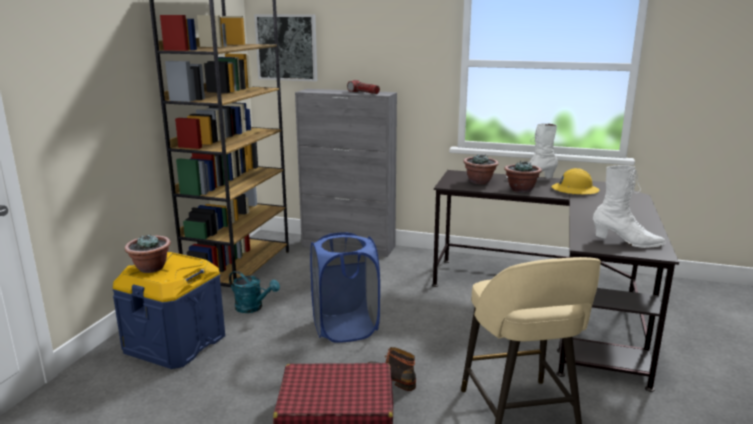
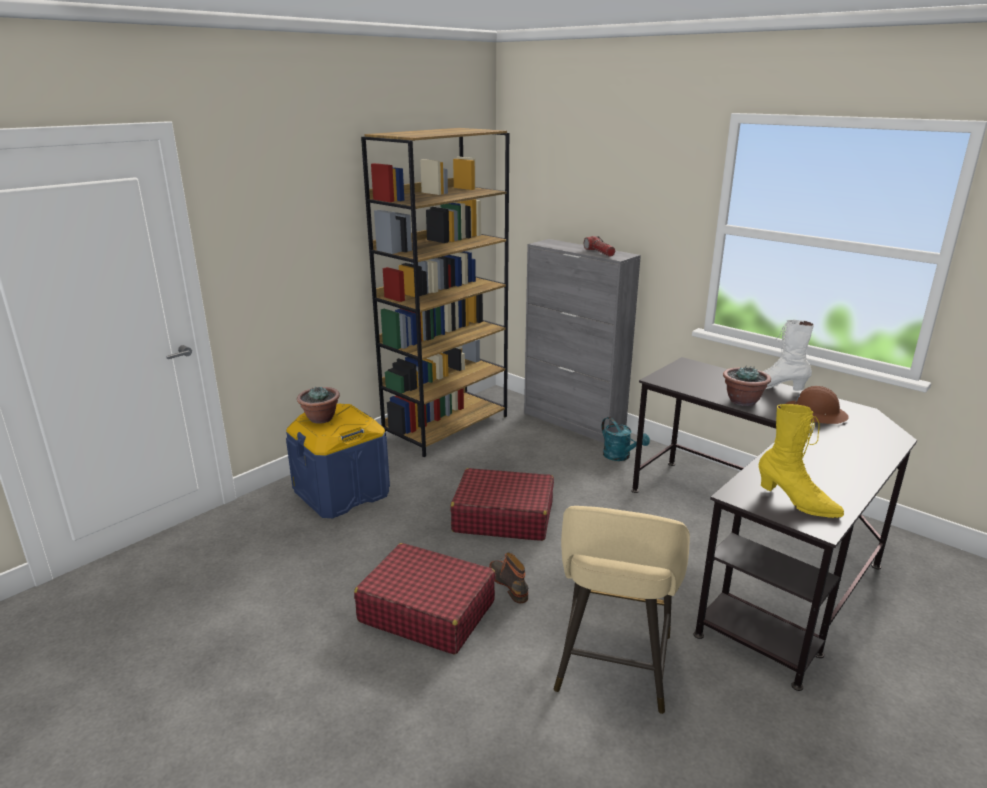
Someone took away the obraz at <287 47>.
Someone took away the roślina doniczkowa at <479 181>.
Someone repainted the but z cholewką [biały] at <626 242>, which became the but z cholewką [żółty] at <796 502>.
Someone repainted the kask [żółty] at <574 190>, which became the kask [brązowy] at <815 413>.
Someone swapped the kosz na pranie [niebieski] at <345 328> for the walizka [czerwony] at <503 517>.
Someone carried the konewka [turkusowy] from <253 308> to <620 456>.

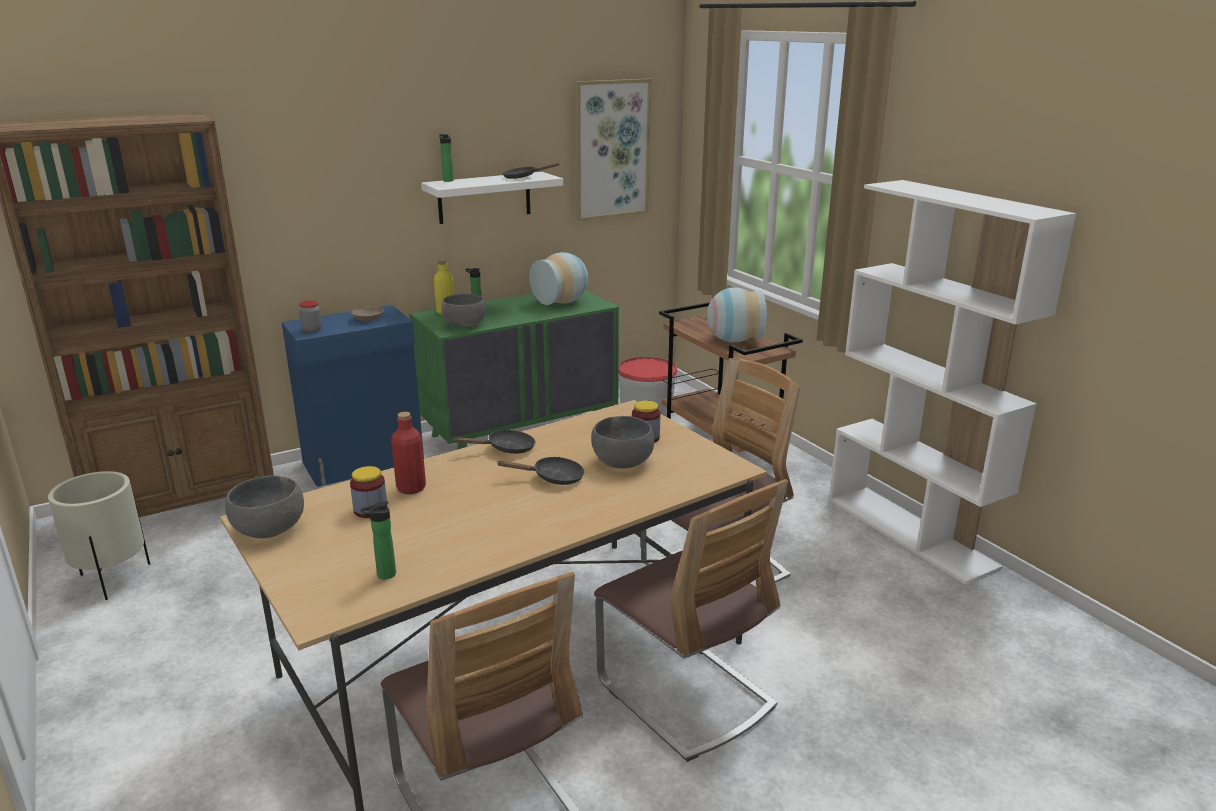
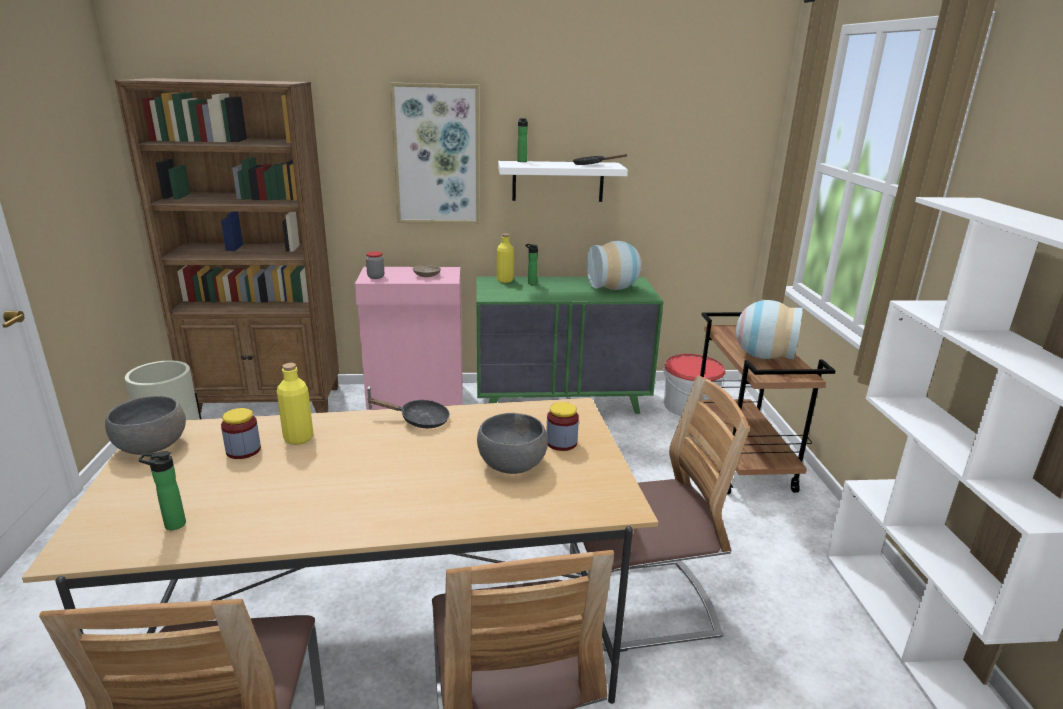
Someone carried the obraz from <611 150> to <437 155>.
Someone took away the miska [szary] at <464 325>.
Someone repainted the szafka [niebieski] at <365 462>, which became the szafka [różowy] at <416 398>.
Someone repainted the butelka [czerwony] at <411 488>, which became the butelka [żółty] at <298 438>.
Someone took away the patelnia [czarny] at <553 478>.

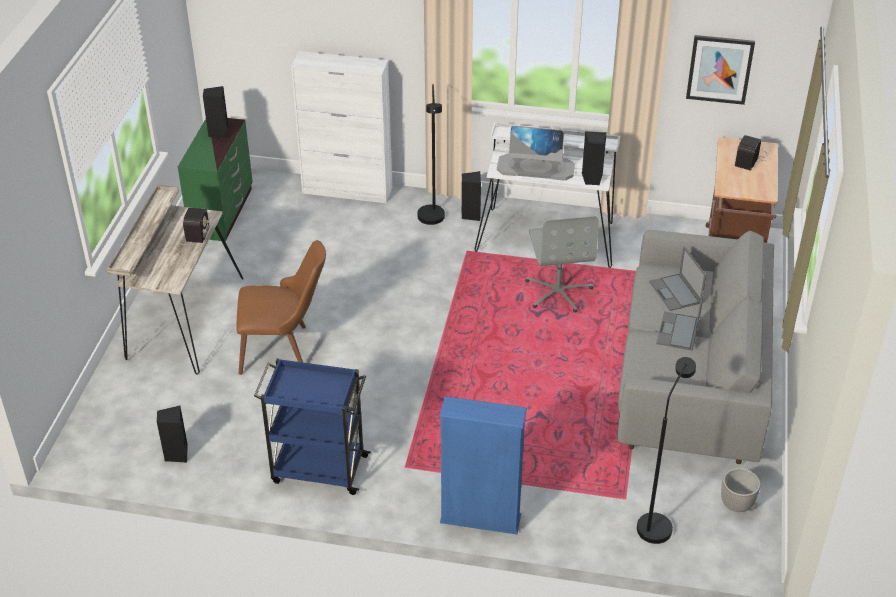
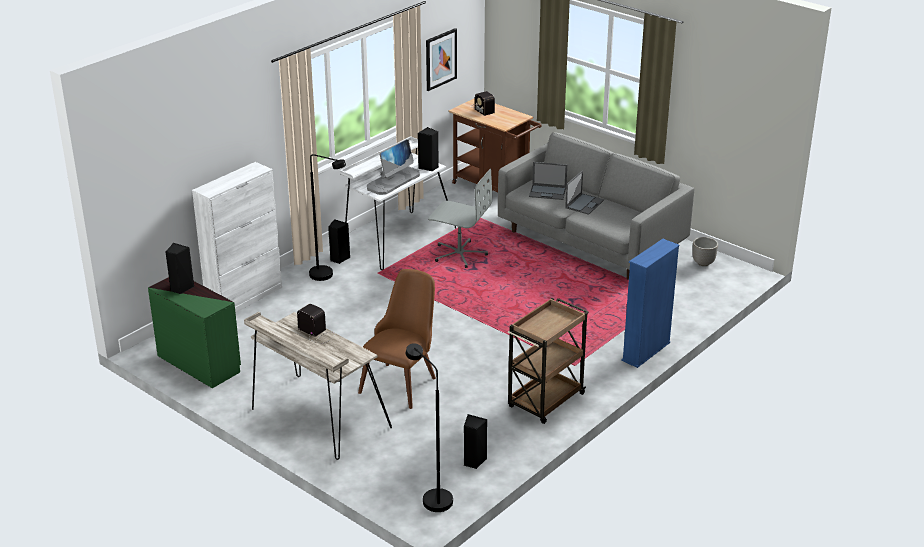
Someone rotated the laptop at <678 332> by 105 degrees counterclockwise.
Someone carried the lampa stojąca [czarny] from <656 522> to <432 497>.
Someone repainted the wózek [niebieski] at <318 469>, which became the wózek [brązowy] at <545 401>.

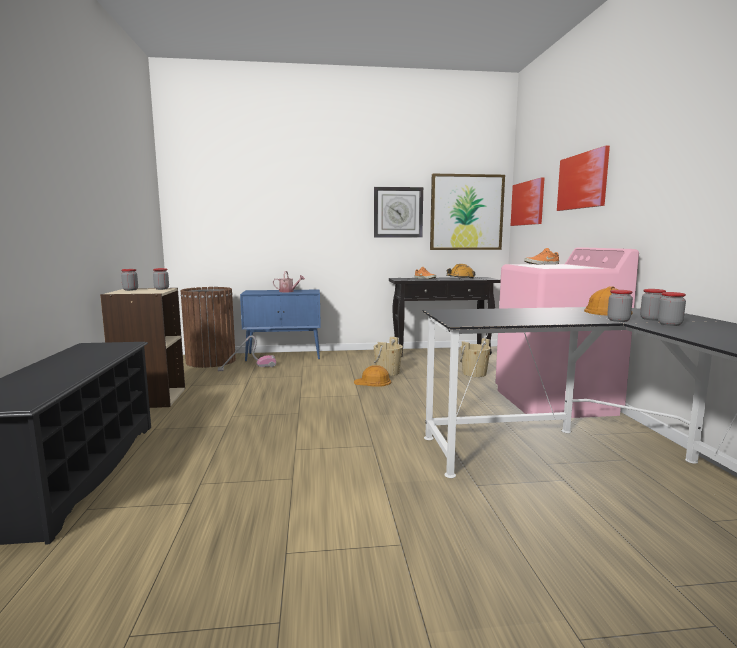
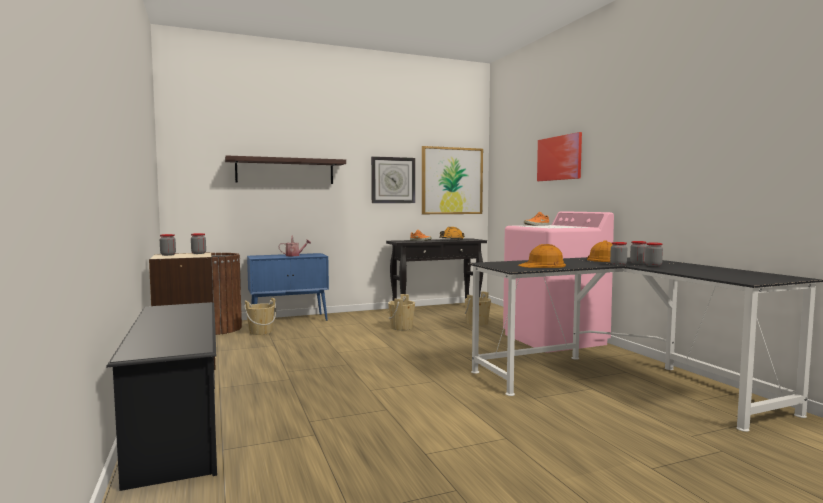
Someone took away the obraz at <527 203>.
Someone swapped the odkurzacz at <247 367> for the wiadro [beżowy] at <261 332>.
Someone carried the kask [pomarańczowy] from <373 382> to <542 265>.
Someone put up the półka at <285 171>.

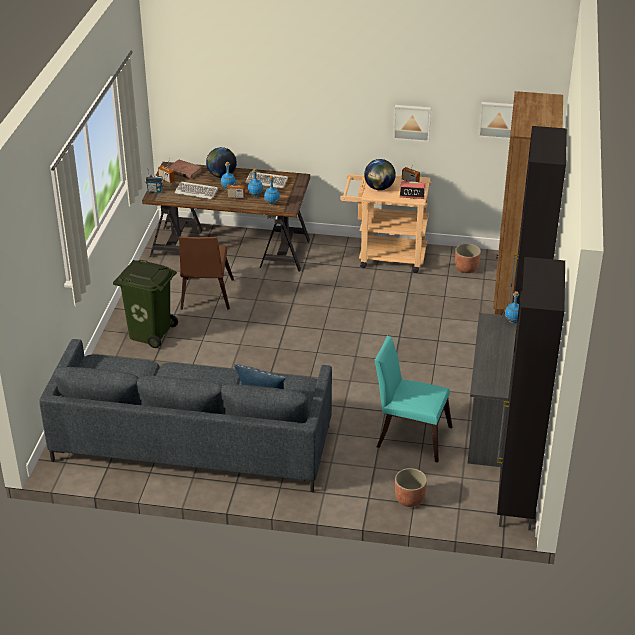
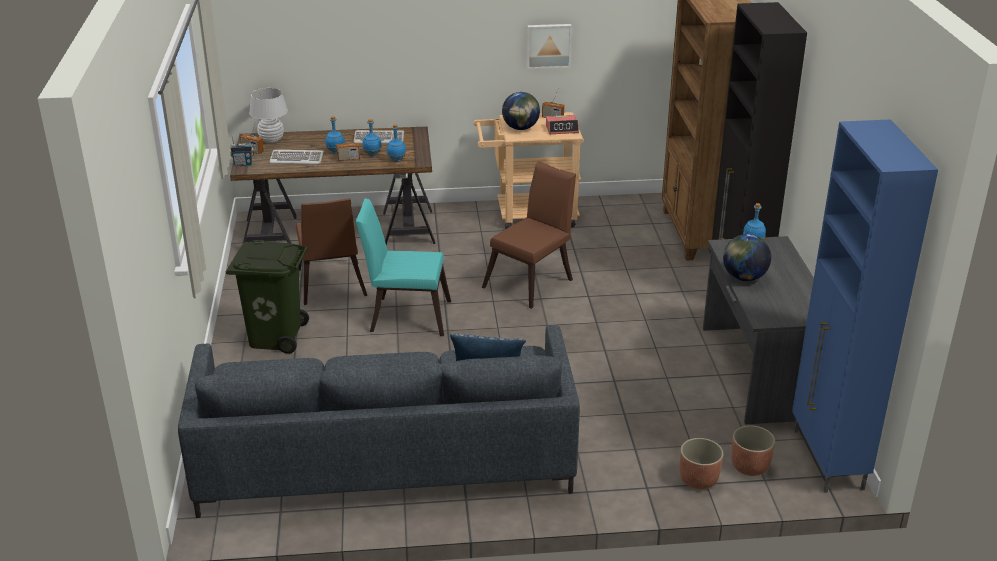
Someone took away the obraz at <498 119>.
Someone carried the globus from <221 175> to <744 277>.
Someone swapped the książka [brązowy] at <184 171> for the lampa stołowa [biały] at <271 140>.
Someone carried the donica from <466 268> to <749 466>.
Someone repainted the szafka [czarny] at <515 502>, which became the szafka [niebieski] at <827 460>.
Someone carried the krzesło [turkusowy] from <409 435> to <405 315>.
Someone put down the krzesło [brązowy] at <532 281>.

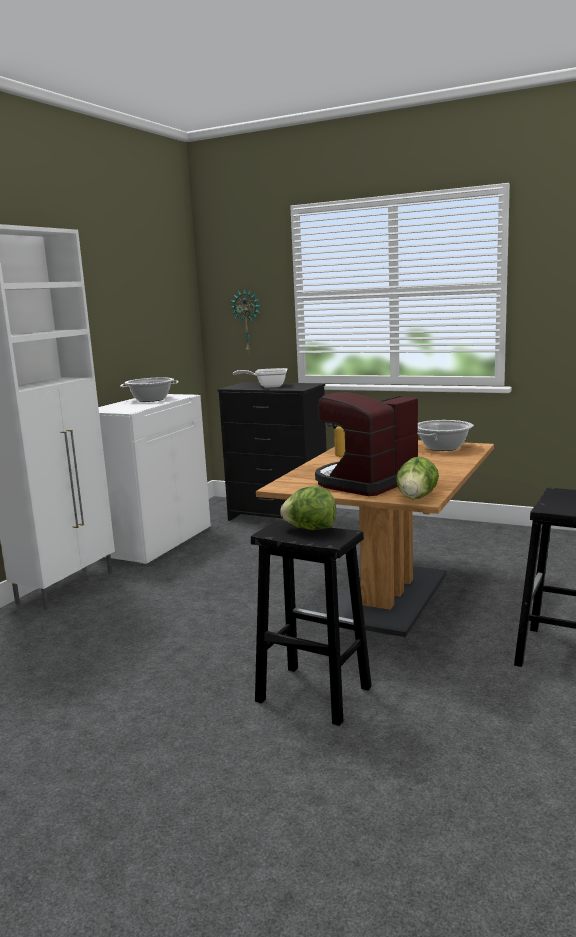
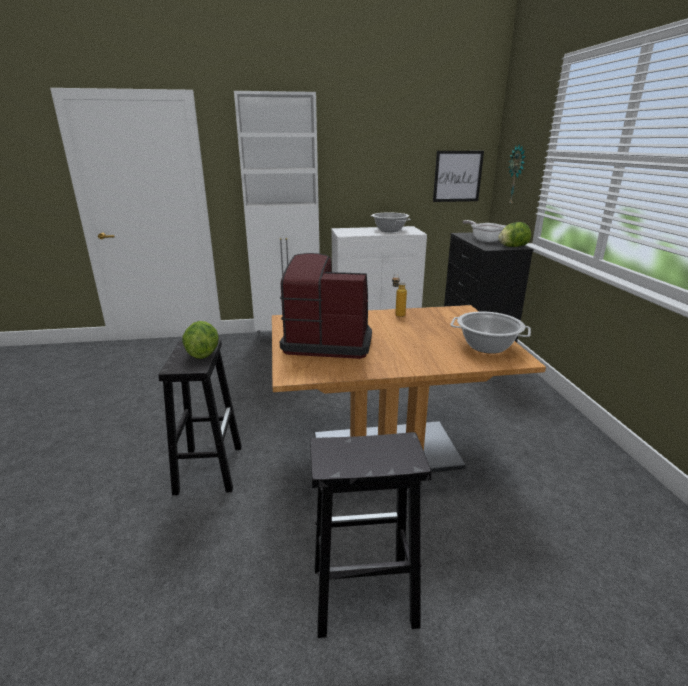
Someone carried the sałata from <417 498> to <512 247>.
Someone put up the obraz at <457 176>.

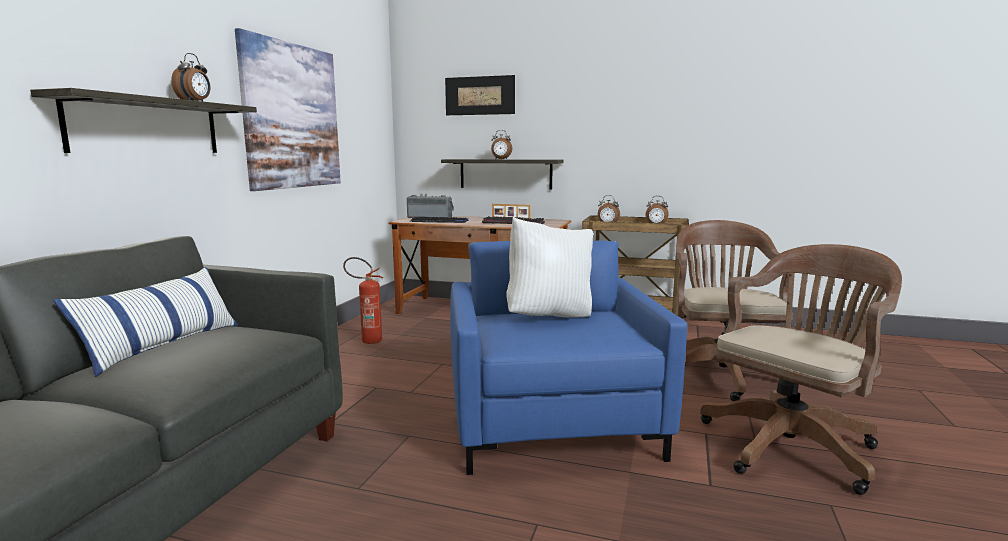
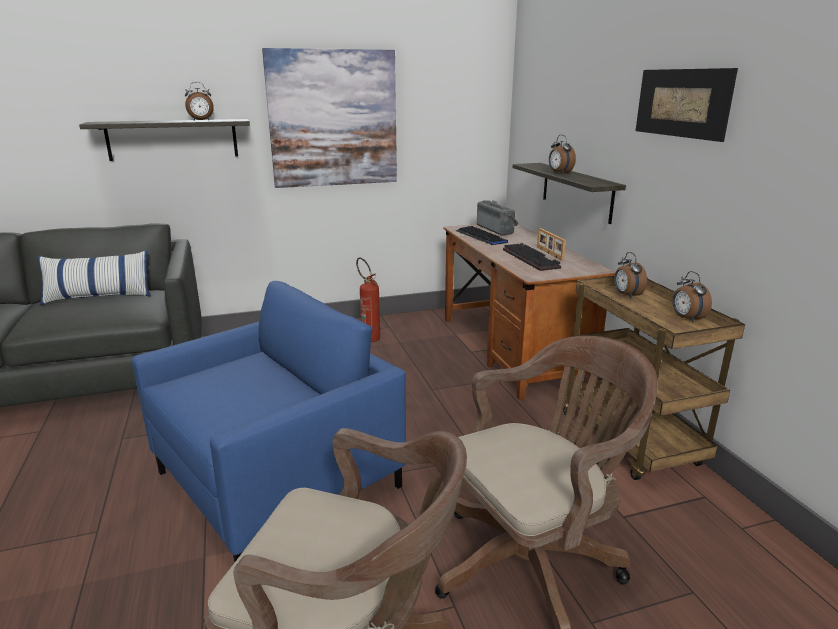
Someone carried the obraz from <480 95> to <682 103>.
Someone took away the poduszka [biały] at <550 316>.

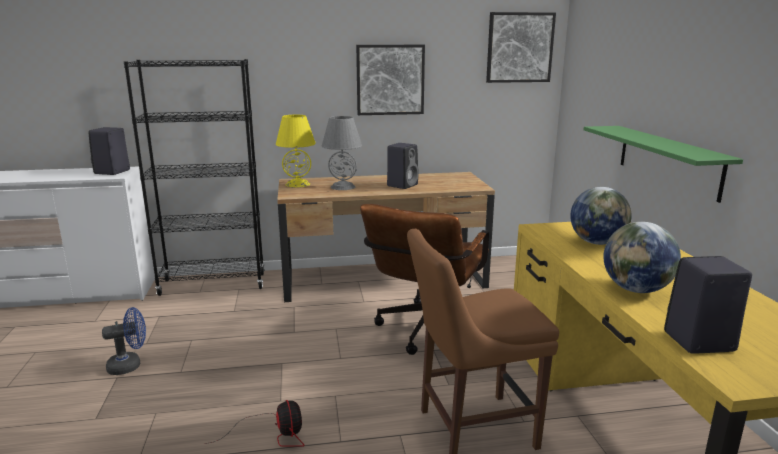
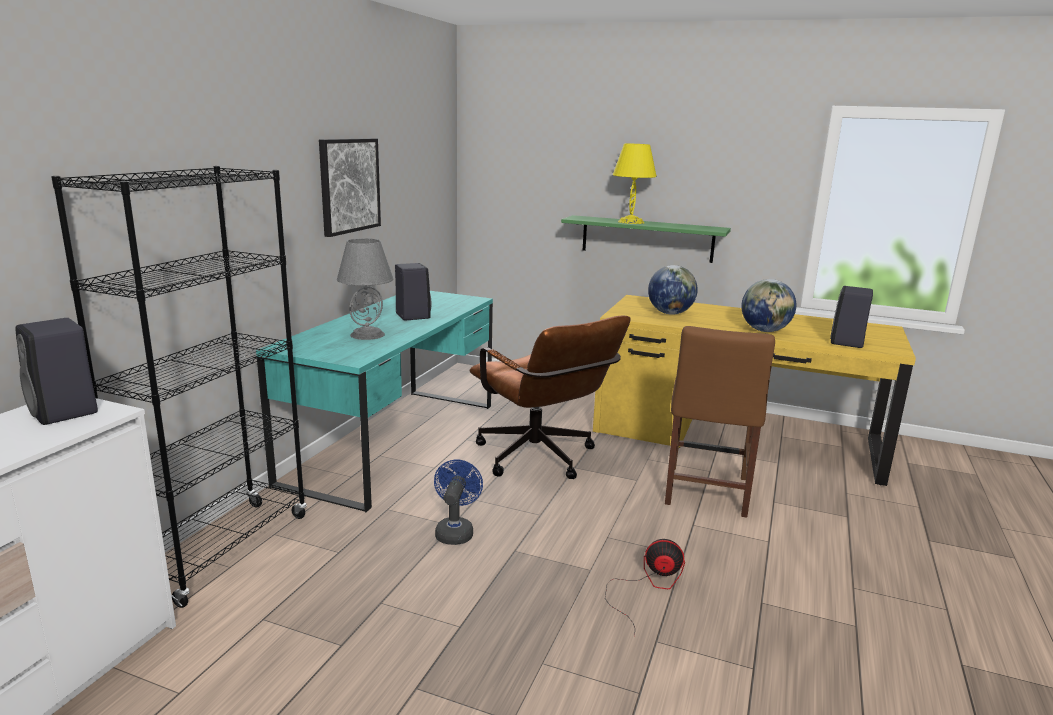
Someone took away the obraz at <519 47>.
Someone carried the lampa stołowa [żółty] from <298 184> to <630 222>.
Someone repainted the biurko [brązowy] at <383 278>, which became the biurko [turkusowy] at <395 441>.
Someone carried the wentylator [niebieski] from <130 365> to <455 531>.

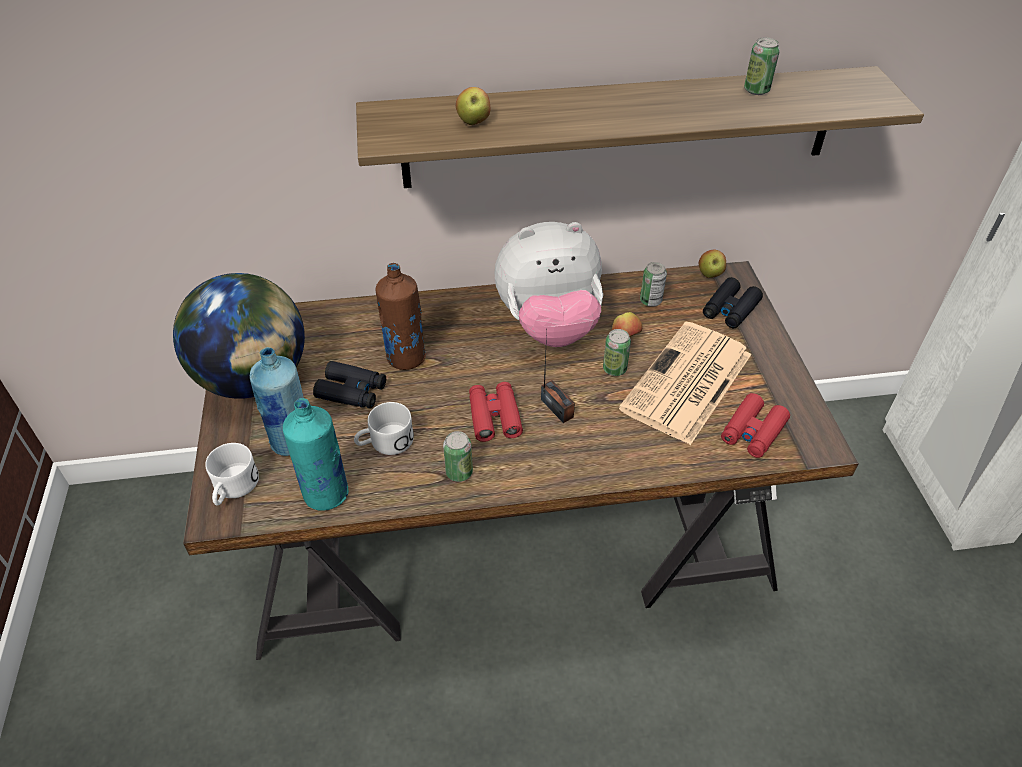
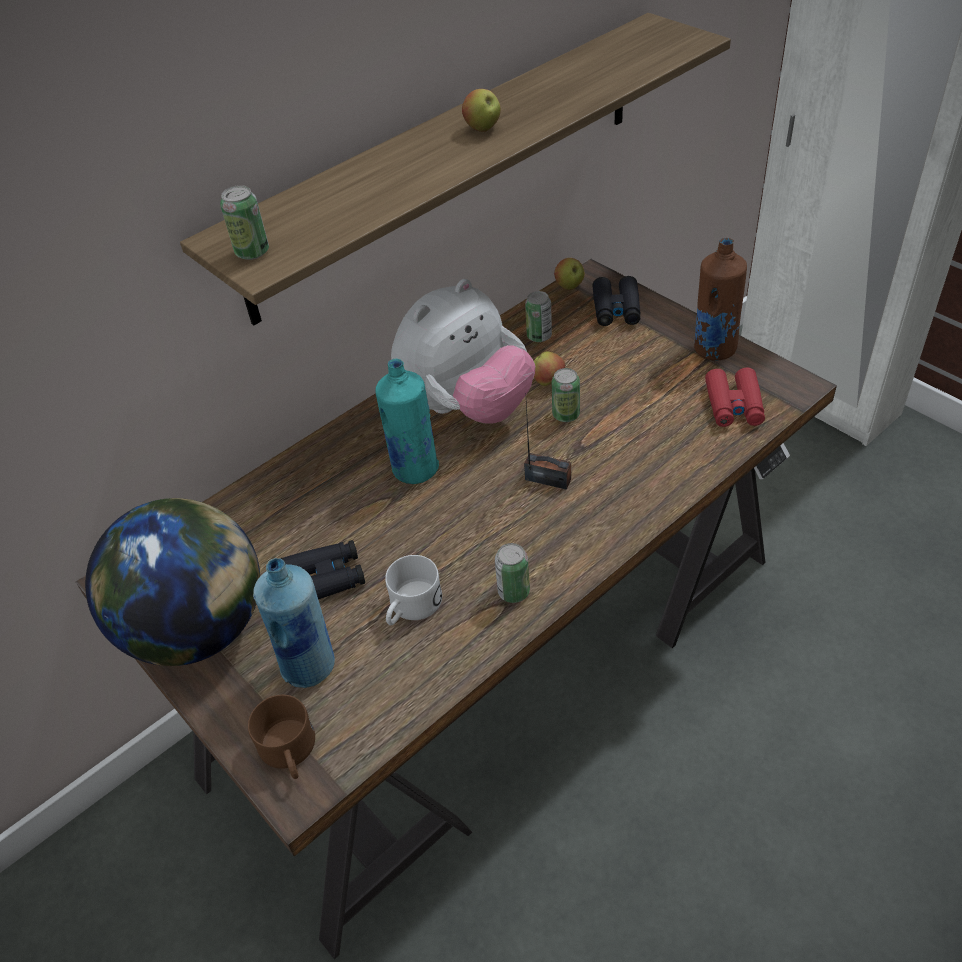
Someone carried the puszka from <756 90> to <252 252>.
Someone carried the jabłko from <473 122> to <483 128>.
Someone carried the butelka [brązowy] from <405 358> to <714 349>.
Someone took away the gazeta at <687 383>.
Someone took away the lornetka [czerwony] at <494 416>.
Someone carried the butelka [turkusowy] from <326 493> to <415 469>.
Someone repainted the kubek [biały] at <233 489>, which became the kubek [brązowy] at <290 753>.

